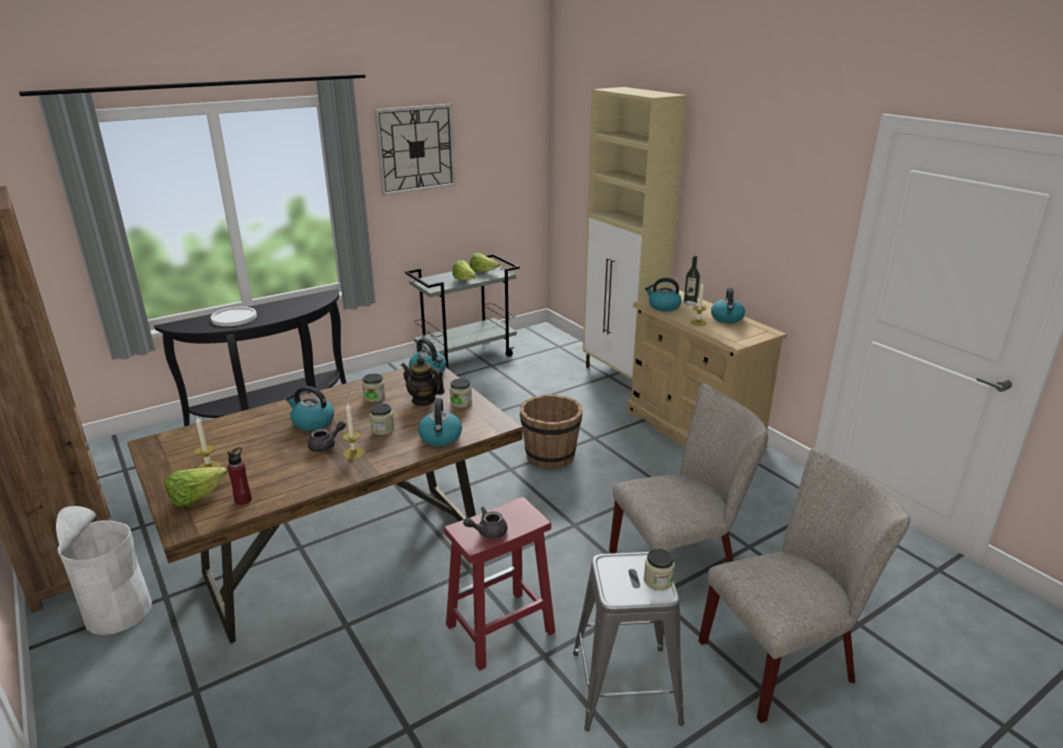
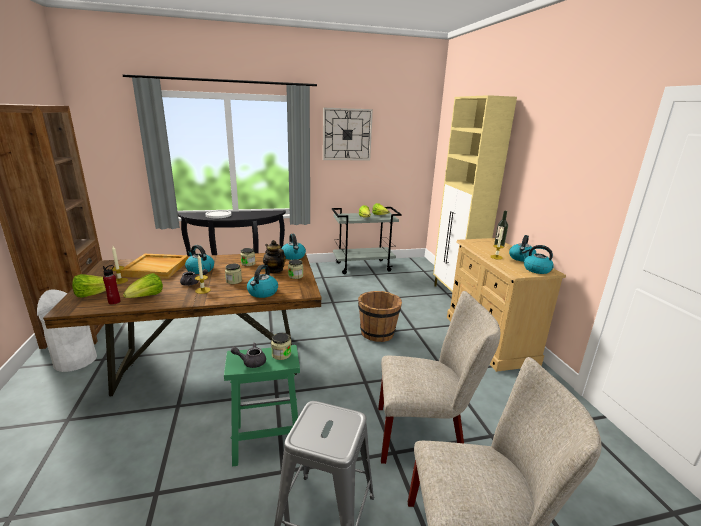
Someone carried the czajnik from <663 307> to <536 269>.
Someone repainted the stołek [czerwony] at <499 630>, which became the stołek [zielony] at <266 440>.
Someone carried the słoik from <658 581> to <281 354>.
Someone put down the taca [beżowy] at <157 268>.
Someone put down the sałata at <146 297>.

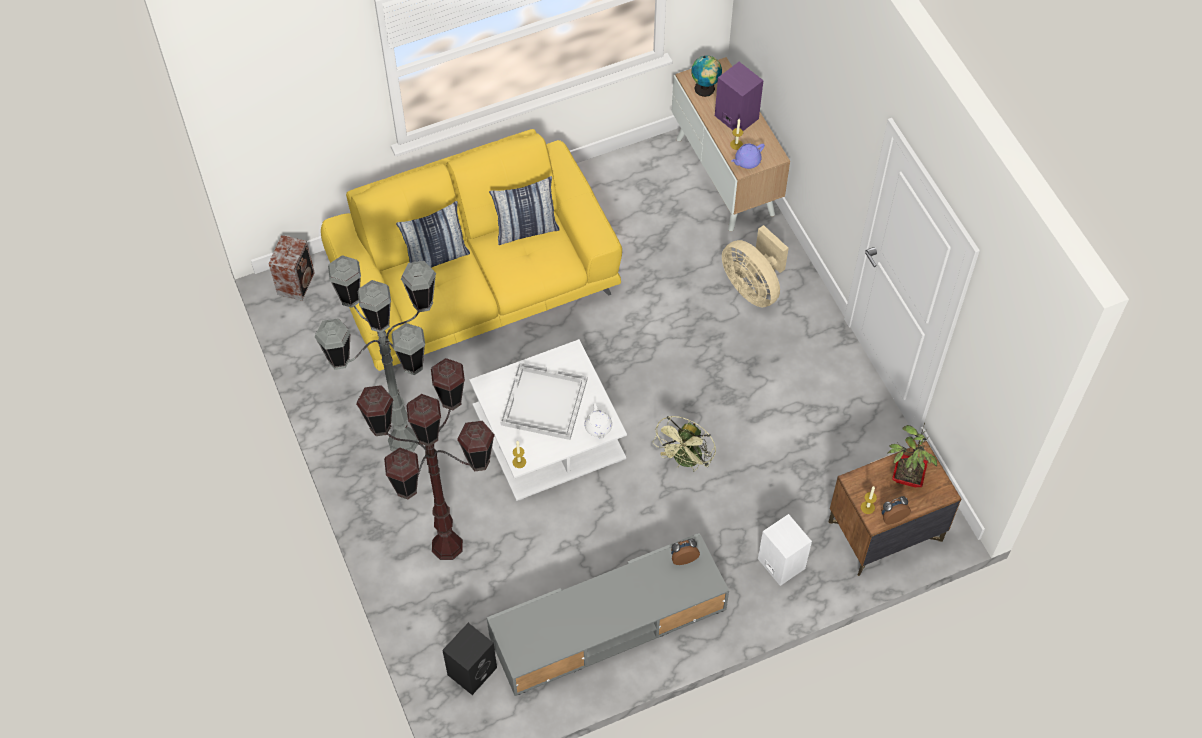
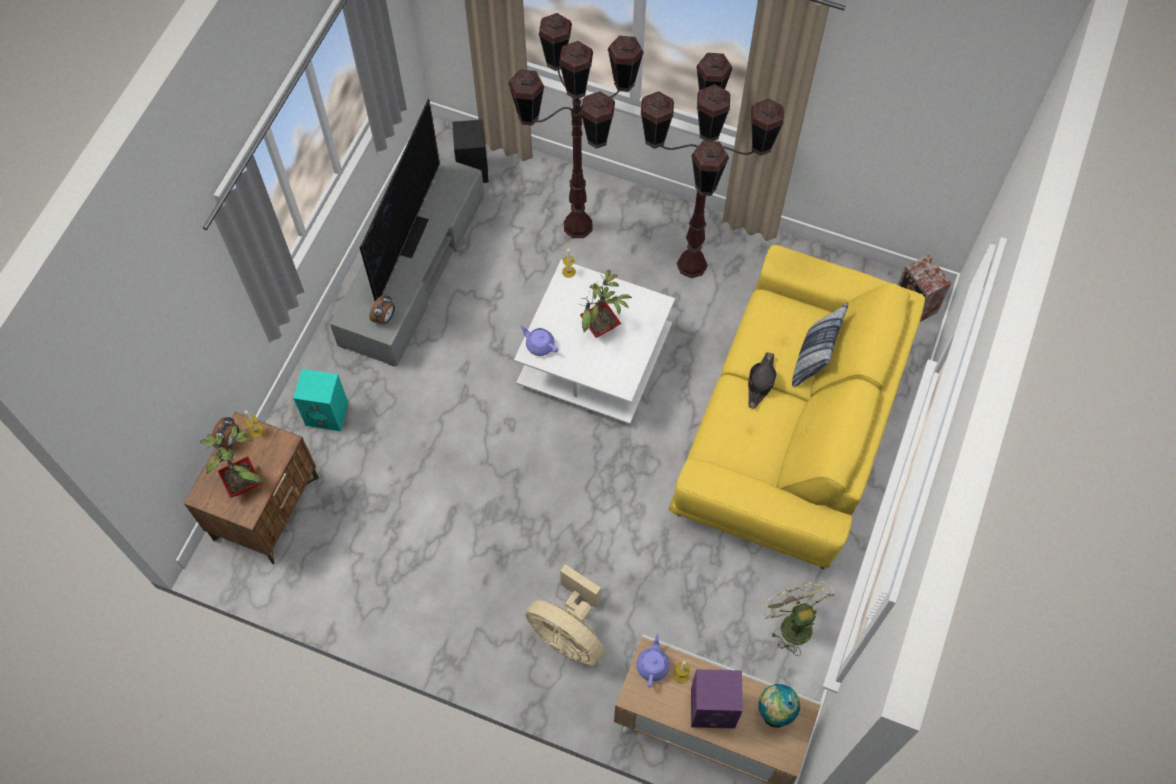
Someone took away the poduszka at <526 230>.
Someone rotated the wentylator [beżowy] at <753 287> by 150 degrees counterclockwise.
Someone repainted the lampa stojąca [szary] at <402 441>, which became the lampa stojąca [brązowy] at <692 264>.
Someone swapped the taca [biały] at <543 402> for the roślina doniczkowa at <601 328>.
Someone repainted the imbryk [biały] at <598 428>, which became the imbryk [fioletowy] at <539 345>.
Someone carried the wentylator [zielony] from <686 461> to <792 622>.
Someone repainted the głośnik [biały] at <780 563>, which became the głośnik [turkusowy] at <328 413>.
Someone put down the telewizor at <408 234>.
Someone put down the kapelusz [czarny] at <760 382>.

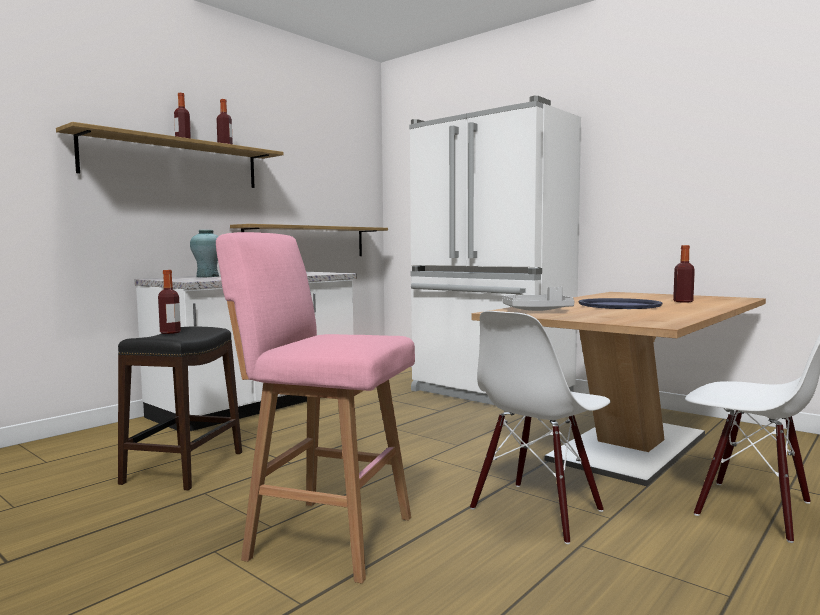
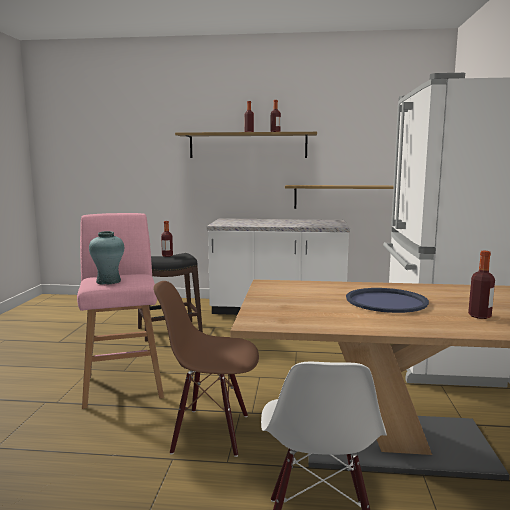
Someone carried the wazon [turkusowy] from <207 276> to <109 281>.
Someone took away the taca [szary] at <537 310>.
Someone repainted the krzesło [biały] at <537 511>, which became the krzesło [brązowy] at <211 432>.

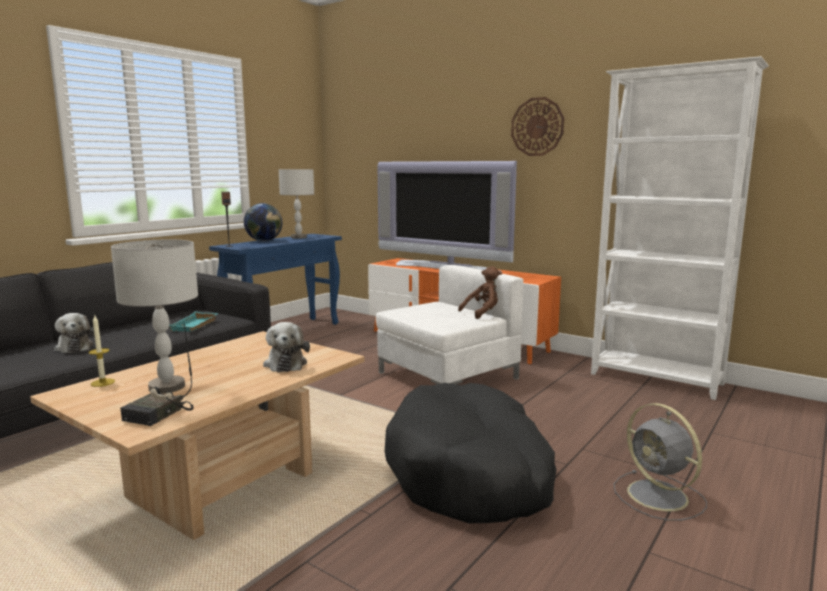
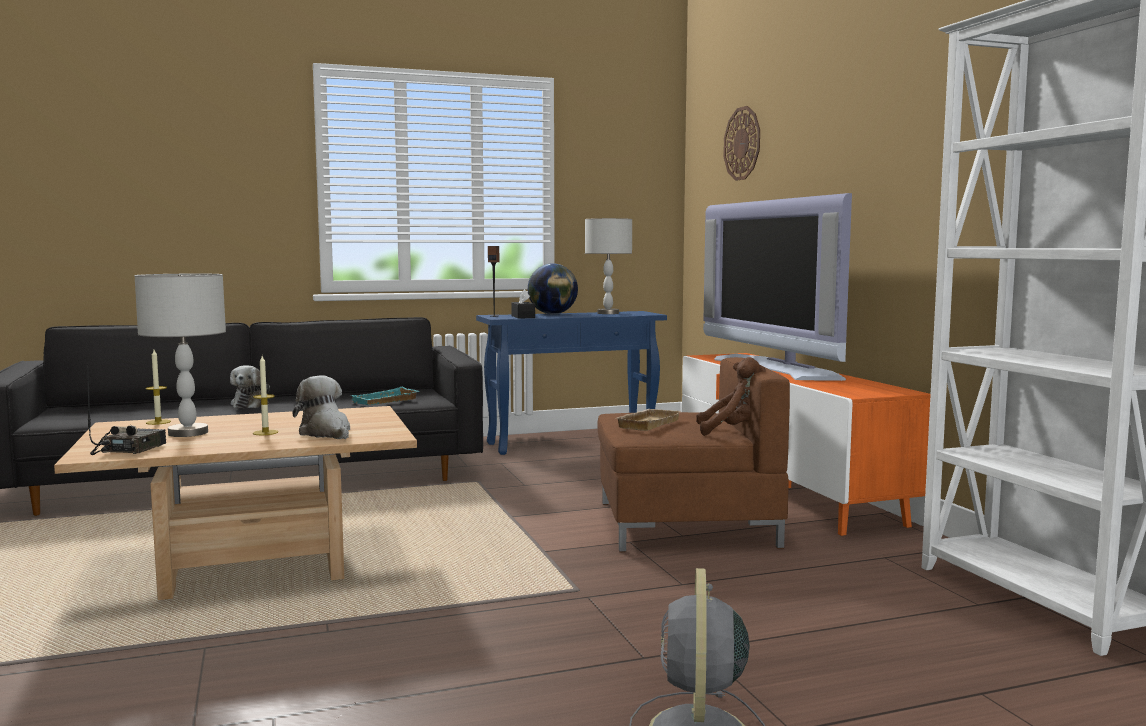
Someone carried the zegar ścienny from <537 127> to <742 143>.
Someone repainted the fotel [biały] at <446 375>, which became the fotel [brązowy] at <683 523>.
Someone rotated the pluszak at <285 363> by 120 degrees clockwise.
Someone rotated the radio at <159 415> by 135 degrees clockwise.
Someone took away the legowisko [czarny] at <470 473>.
Someone put down the pudełko chusteczek [czarny] at <523 317>.
Someone put down the świeca at <265 432>.
Someone put down the taca [beżowy] at <646 424>.

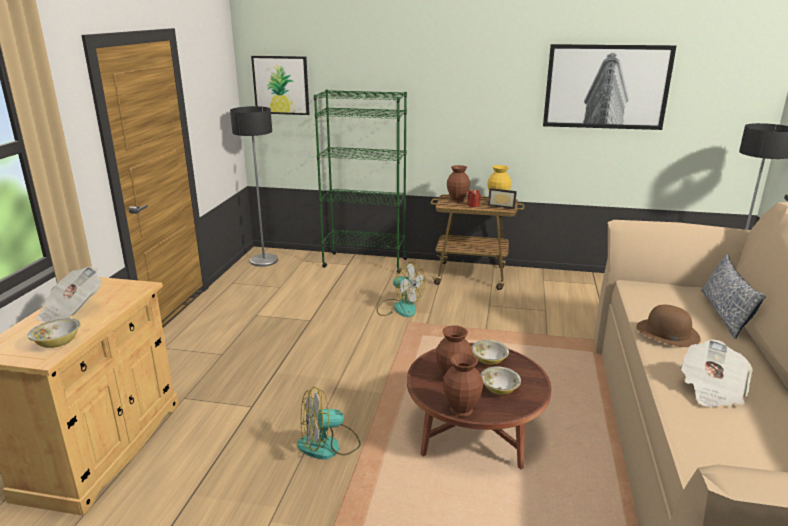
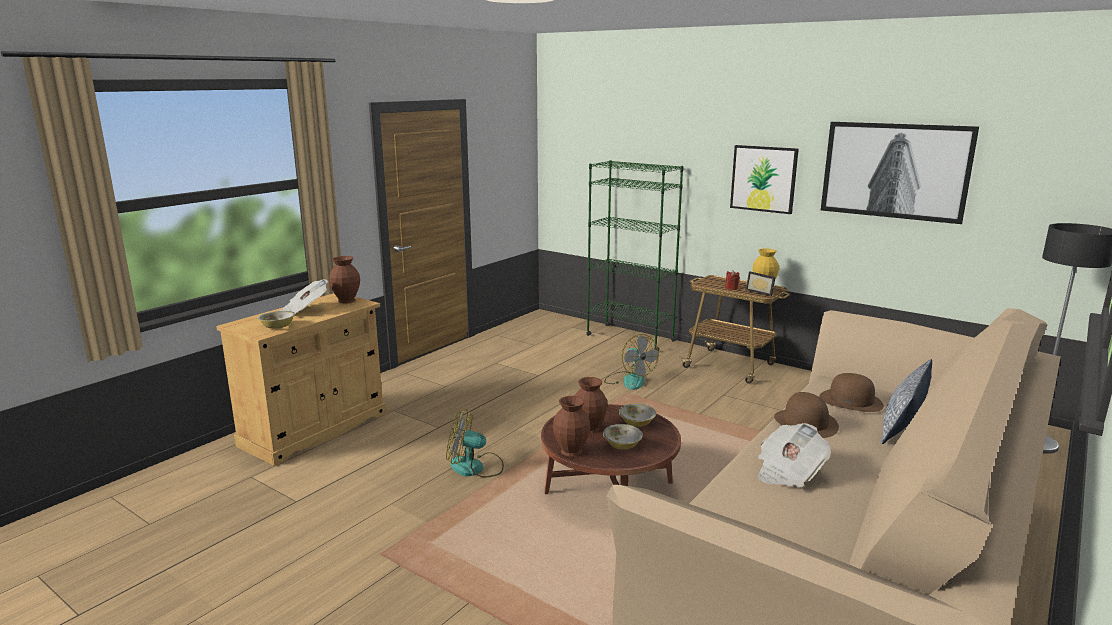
Someone carried the obraz from <281 85> to <763 179>.
Someone took away the lampa stojąca at <264 260>.
Someone carried the wazon [brązowy] from <457 200> to <346 300>.
Someone put down the kapelusz [brązowy] at <851 401>.

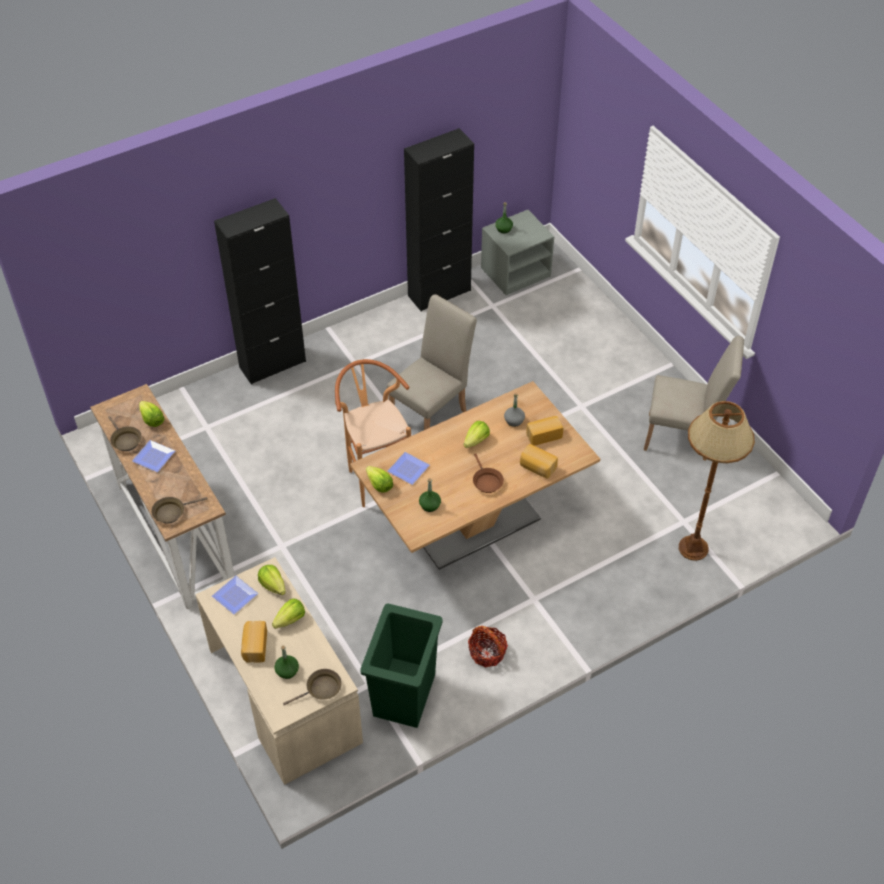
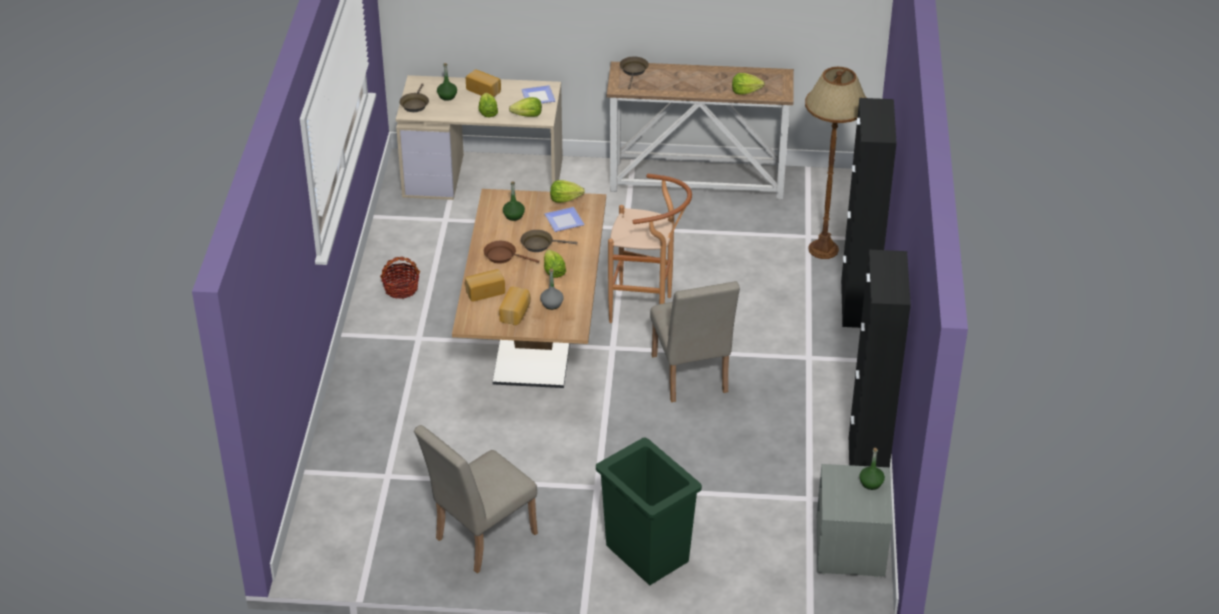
Someone carried the lampa stojąca [brązowy] from <693 548> to <823 249>.
Someone carried the patelnia [brązowy] from <125 440> to <540 244>.
Someone took away the talerz at <152 457>.
Someone carried the kosz na śmieci [zielony] from <403 696> to <647 552>.

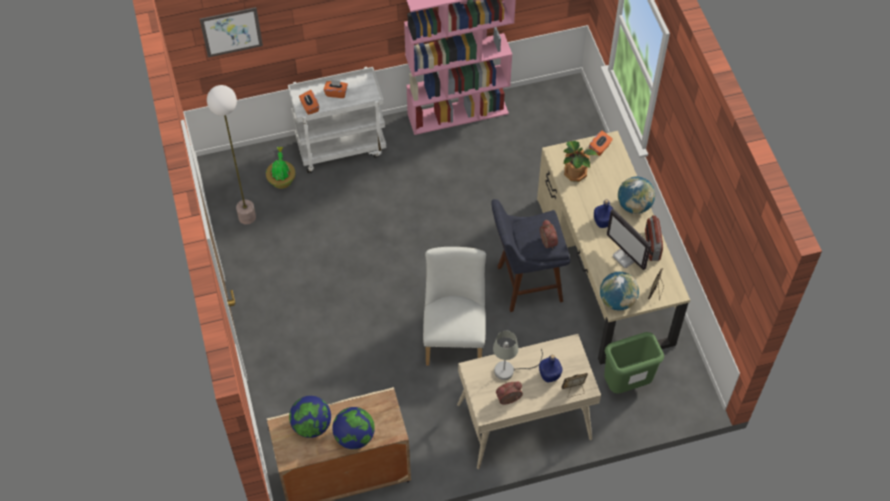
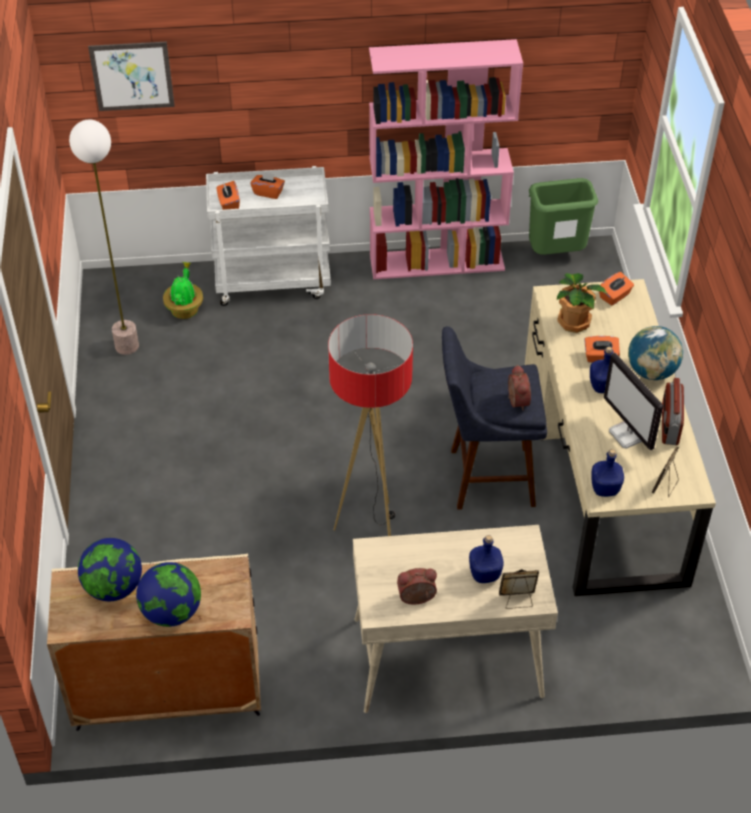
Someone swapped the krzesło [biały] at <454 335> for the lampa stojąca at <371 528>.
Someone swapped the globus at <617 301> for the butelka [niebieski] at <605 489>.
Someone took away the lampa stołowa [szary] at <510 369>.
Someone carried the kosz na śmieci [zielony] from <627 383> to <556 254>.
Someone put down the pudełko chusteczek [pomarańczowy] at <600 357>.

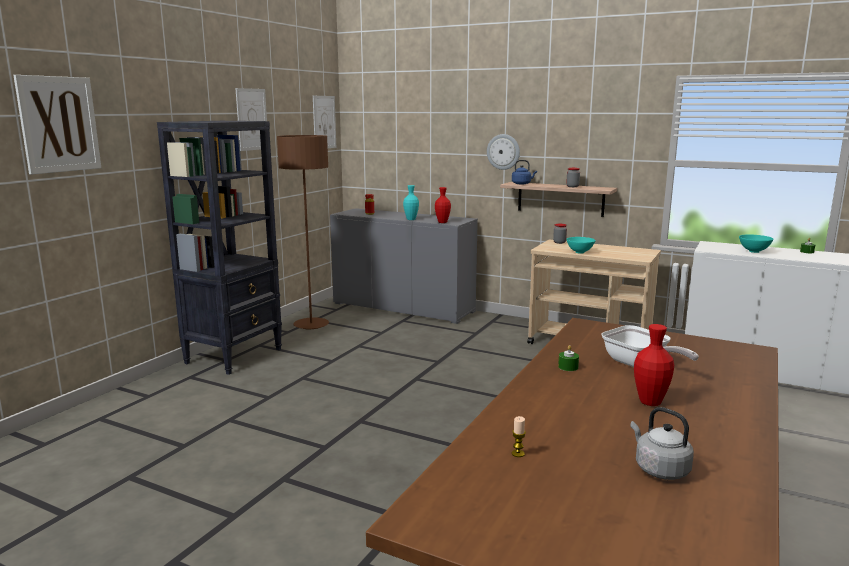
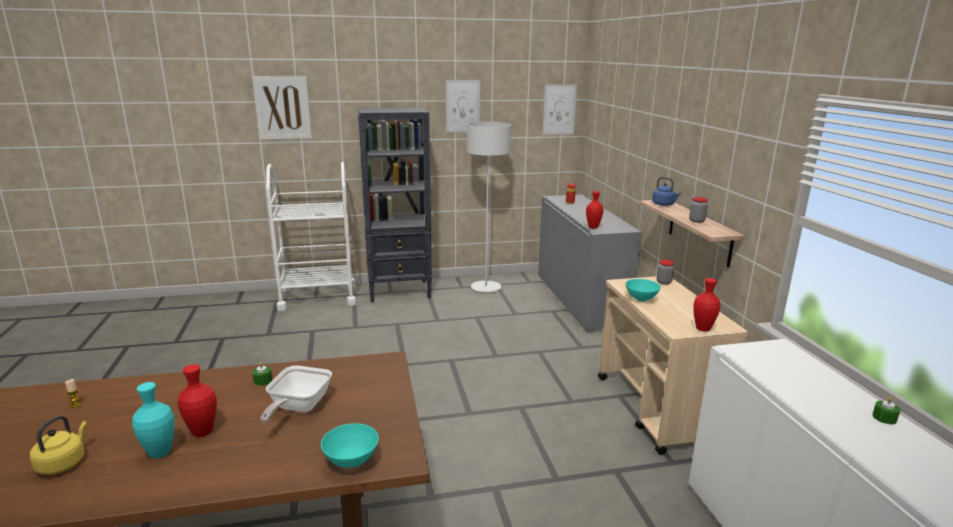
Someone took away the zegar ścienny at <503 151>.
Someone repainted the lampa stojąca [brązowy] at <311 325>, which became the lampa stojąca [szary] at <486 288>.
Someone carried the wazon [turkusowy] from <411 219> to <160 453>.
Someone carried the miska [turkusowy] from <754 251> to <351 462>.
Someone repainted the czajnik [szary] at <659 469>, which became the czajnik [żółty] at <63 463>.
Someone put down the wózek [biały] at <318 297>.
Someone put down the wazon [czerwony] at <703 329>.

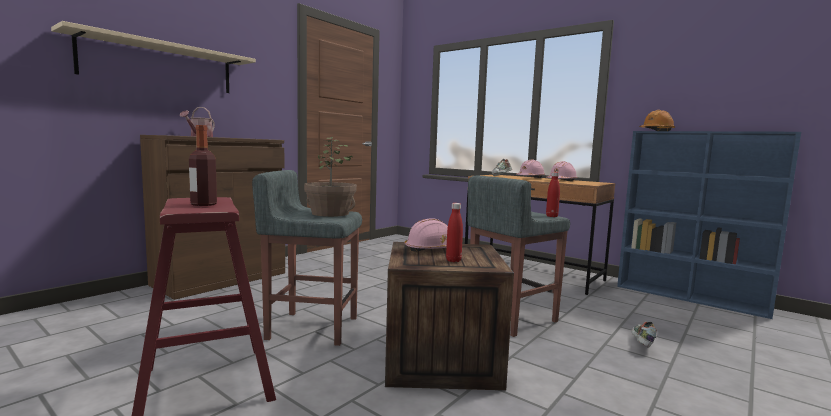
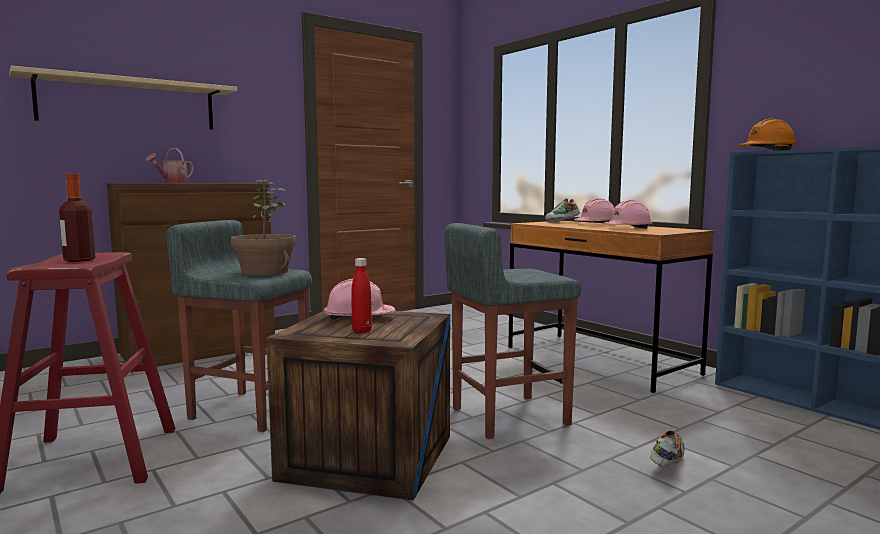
Someone took away the butelka [czerwony] at <551 216>.

